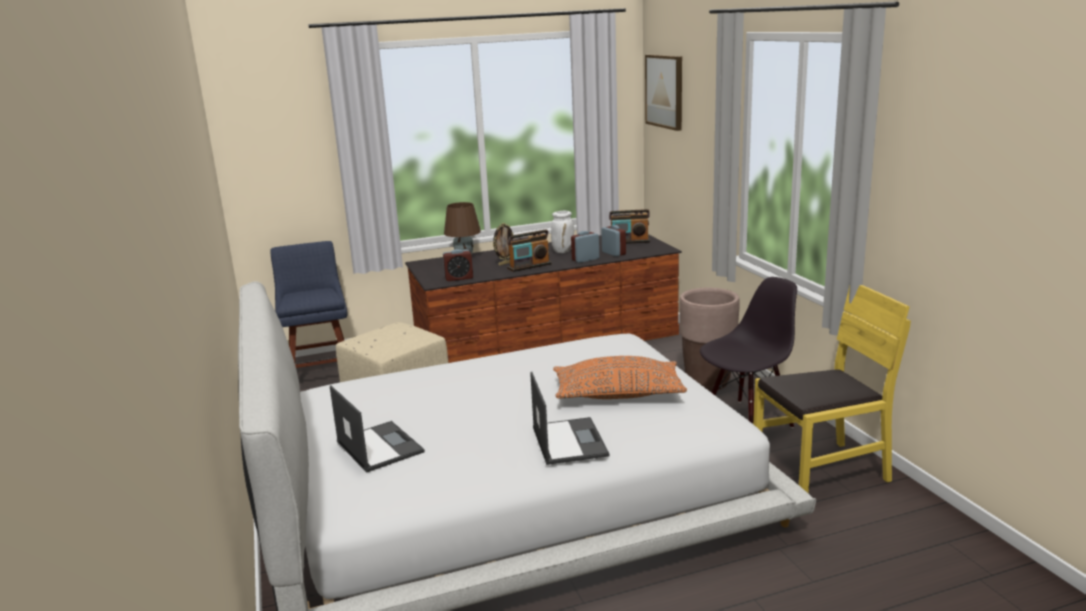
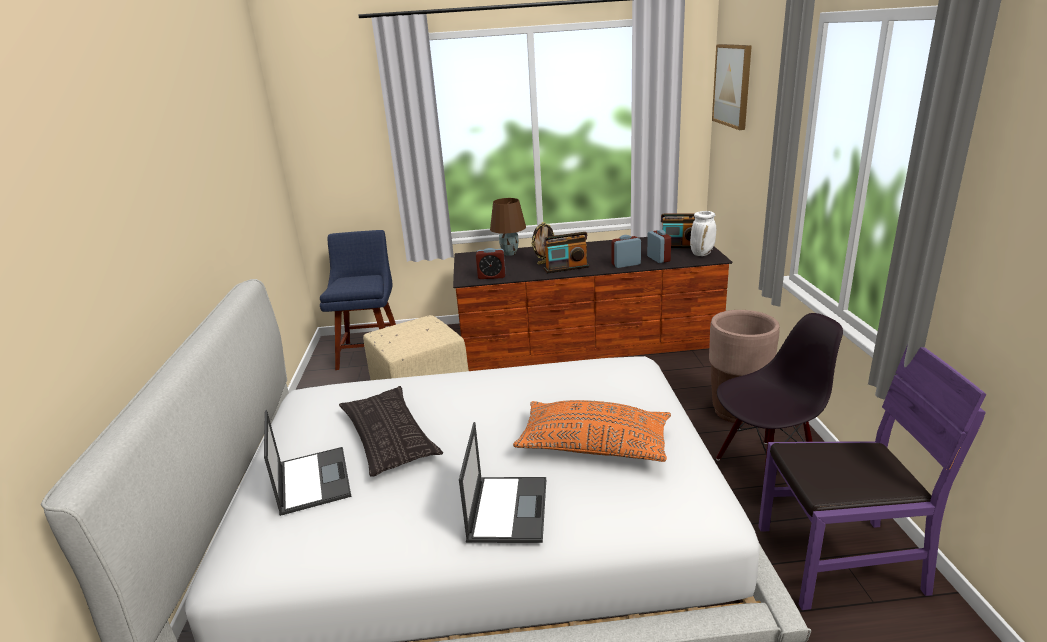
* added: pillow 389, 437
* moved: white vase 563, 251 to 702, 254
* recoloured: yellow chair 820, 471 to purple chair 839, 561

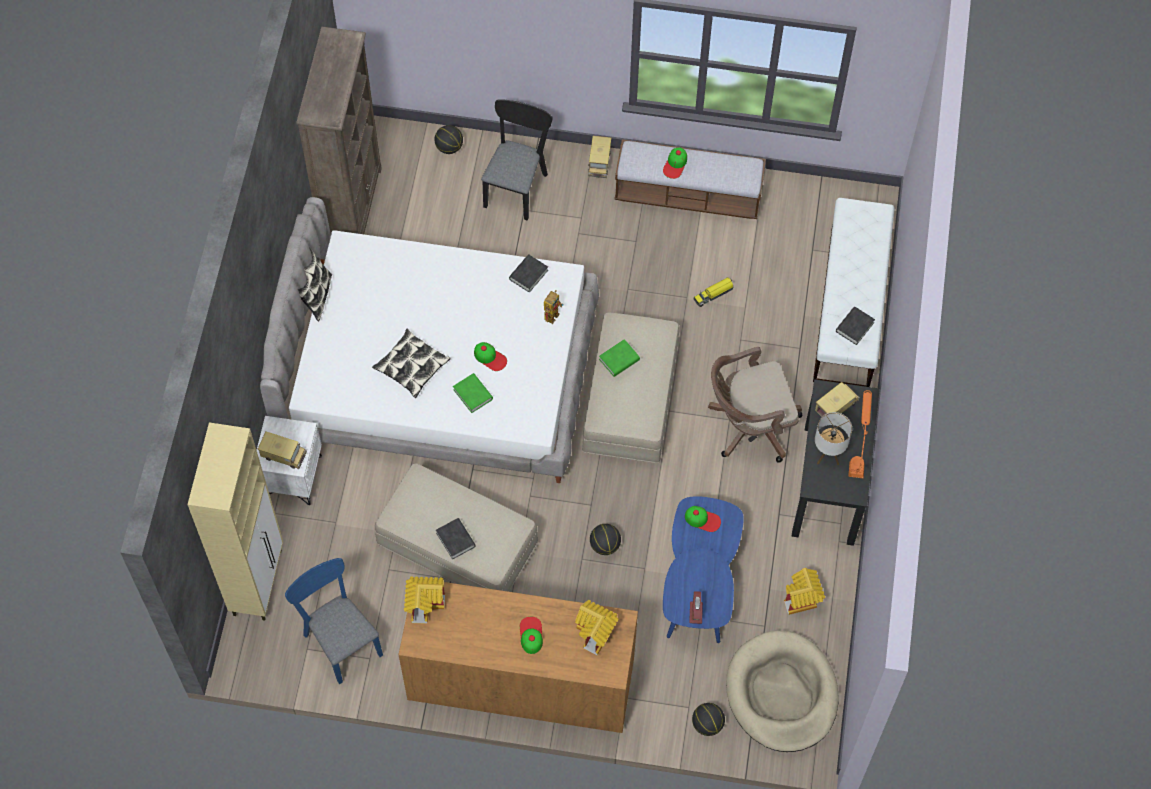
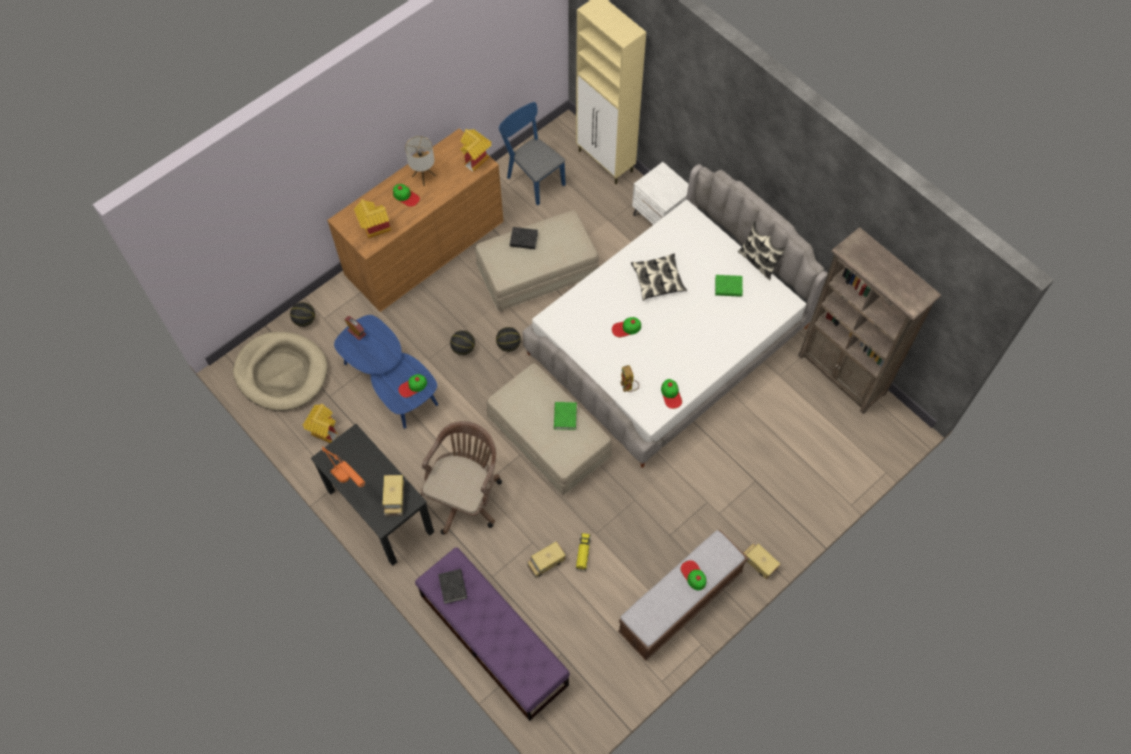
* moved: table lamp 828, 454 to 424, 176
* recoloured: white bench 849, 307 to purple bench 493, 639
* moved: basketball 449, 147 to 509, 345
* turned: blue chair 340, 639 = 533, 178 135 degrees counterclockwise
* moved: toy truck 283, 454 to 546, 562
* replaced: black book 528, 275 to cap 671, 394
* moved: green book 473, 394 to 728, 287
* removed: black chair 517, 185

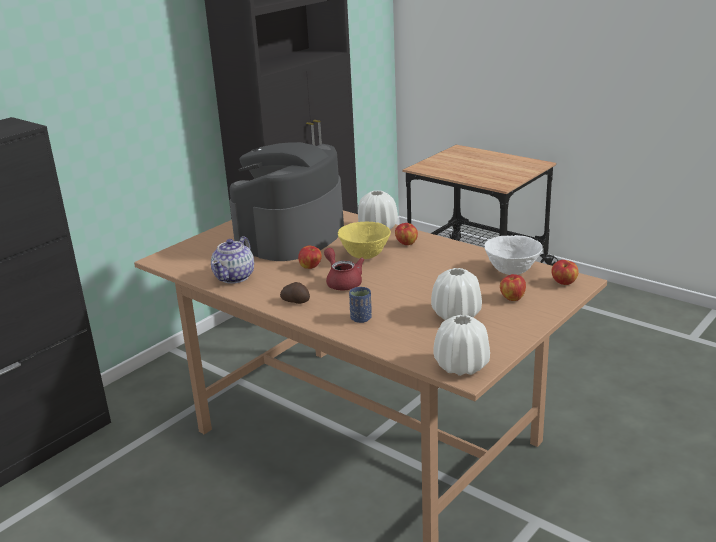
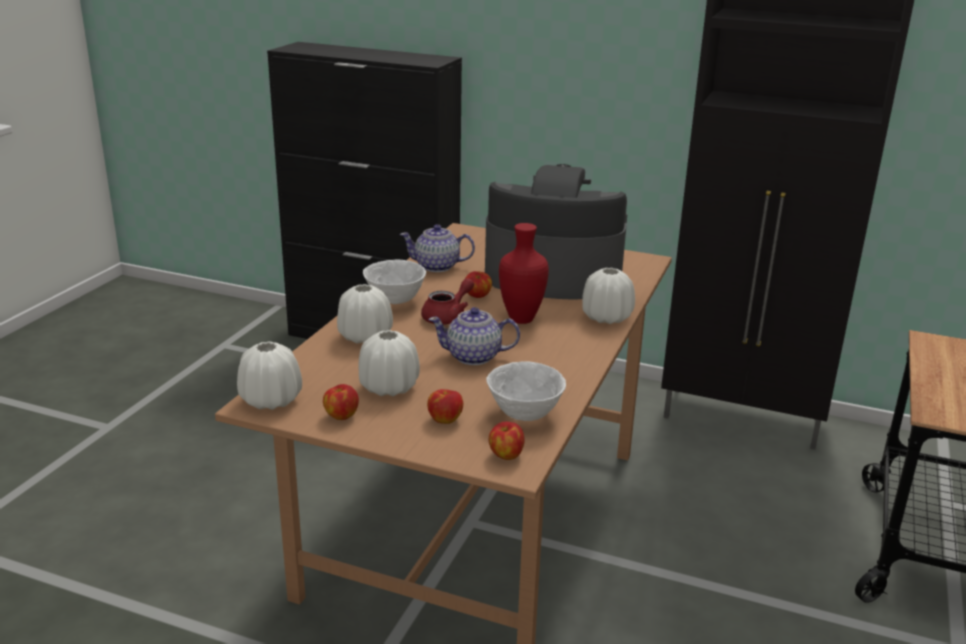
* moved: apple 406, 243 to 341, 416
* replaced: blue cup 361, 319 to white vase 365, 336
* replaced: potato 296, 301 to white bowl 395, 301
* added: teapot 474, 357
* replaced: yellow bowl 365, 255 to red vase 523, 320

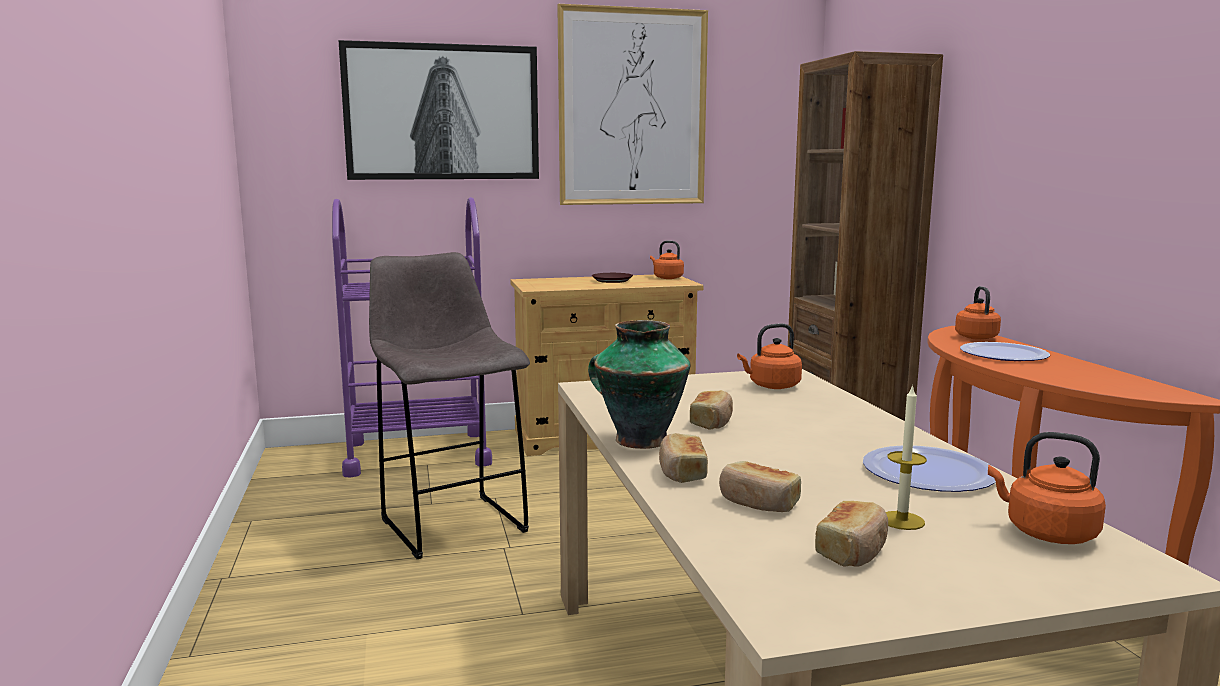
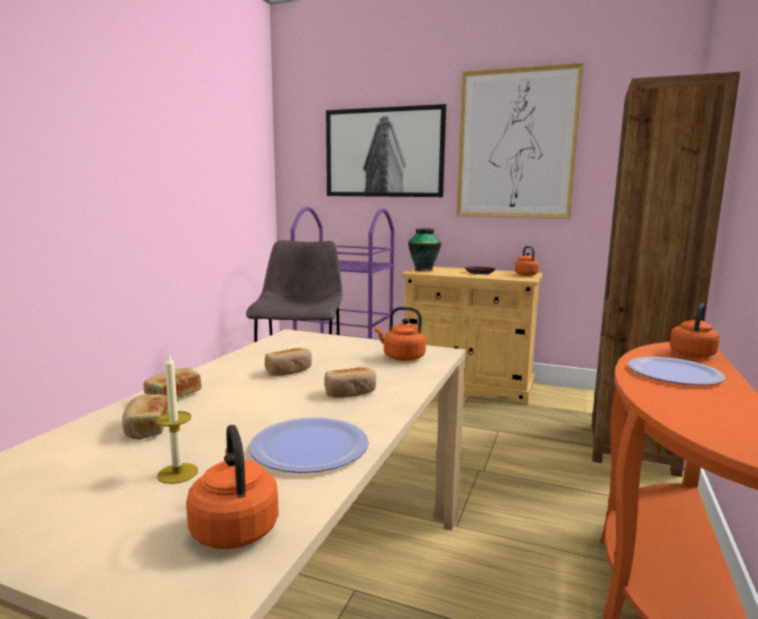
* moved: bread 853, 550 to 350, 393
* moved: vase 638, 440 to 423, 270

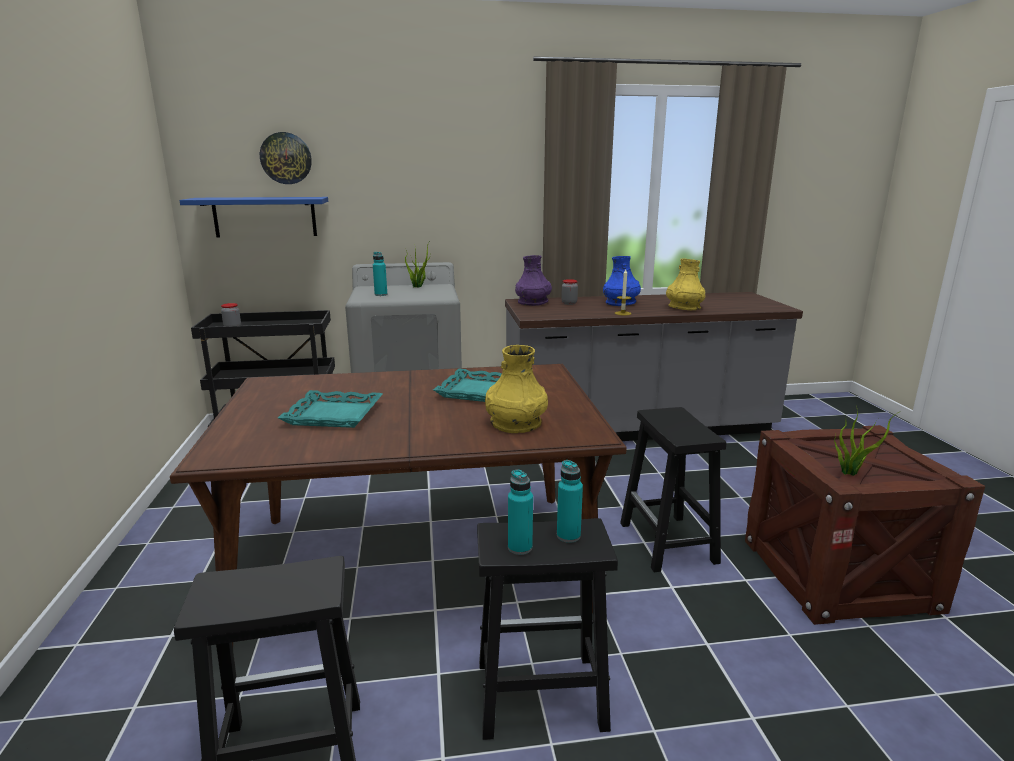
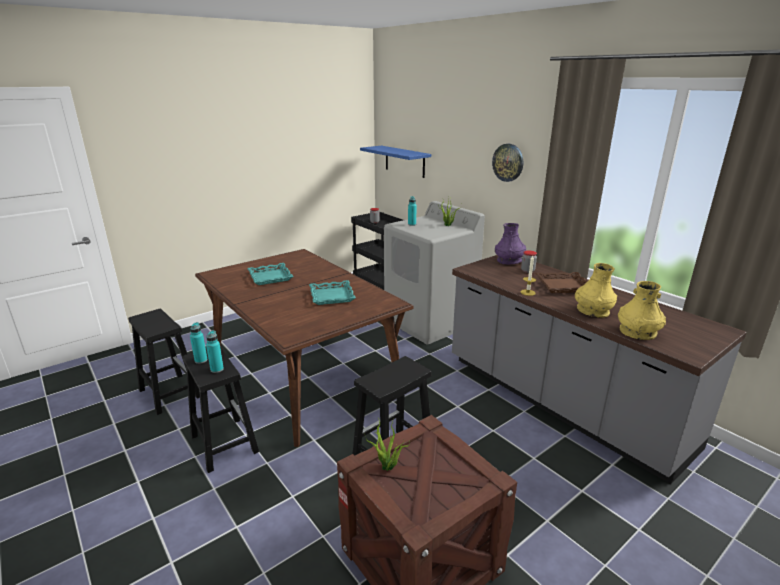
* moved: wall clock 286, 158 to 508, 162
* replaced: blue vase 620, 303 to brown tray 563, 286
* moved: yellow vase 515, 423 to 637, 331

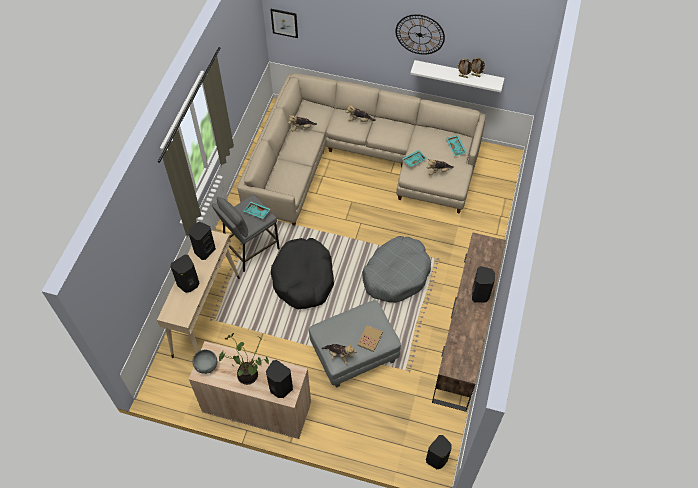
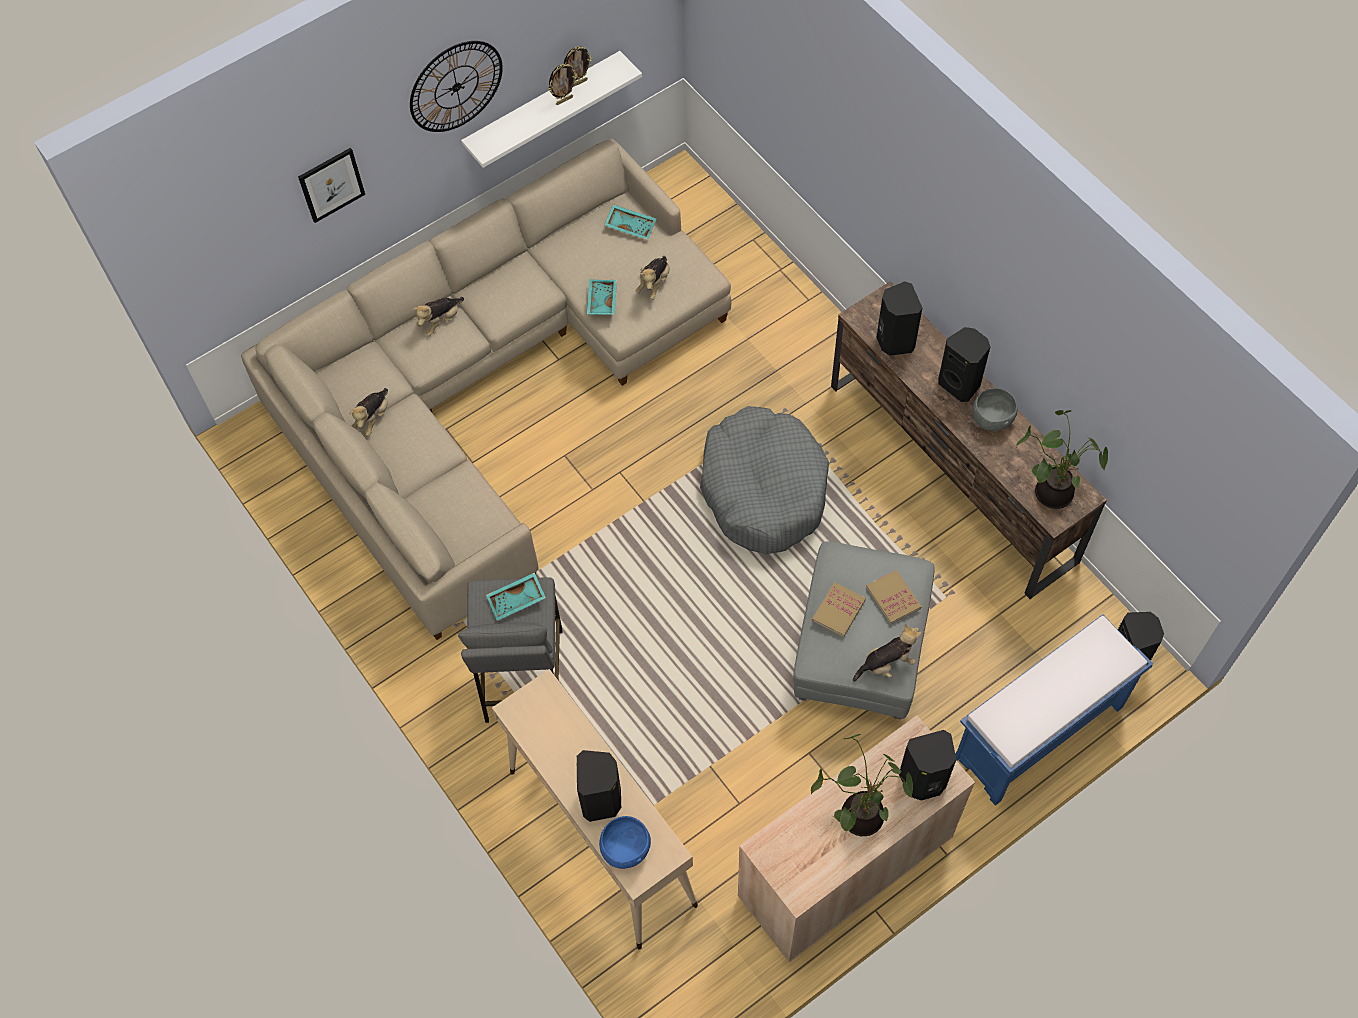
* moved: picture 284, 23 to 331, 184
* added: blue bowl 625, 849
* added: book 838, 610
* moved: black speaker 204, 250 to 894, 341
* added: blue bench 1037, 734
* moved: grey bowl 206, 365 to 991, 419
* added: potted plant 1052, 490
* removed: black dog bed 303, 279

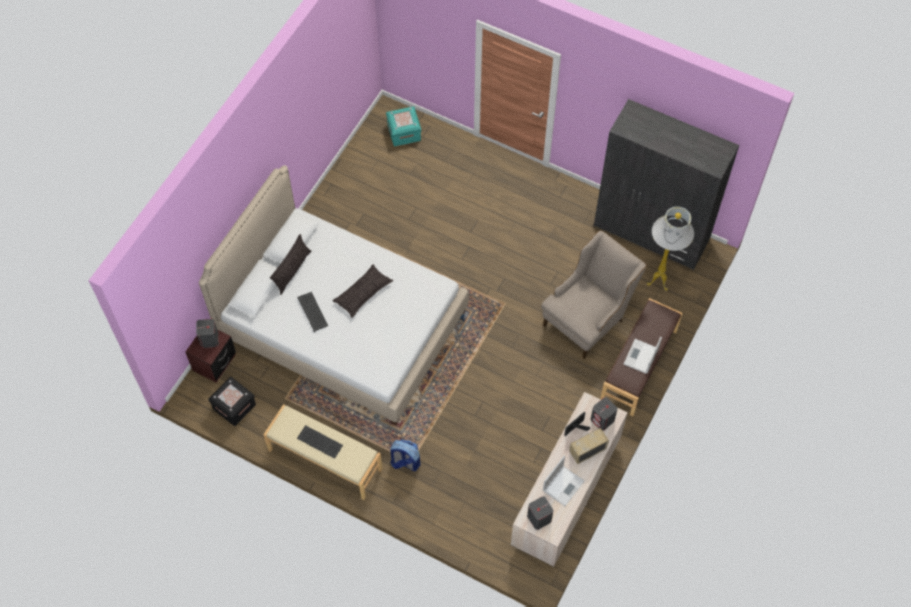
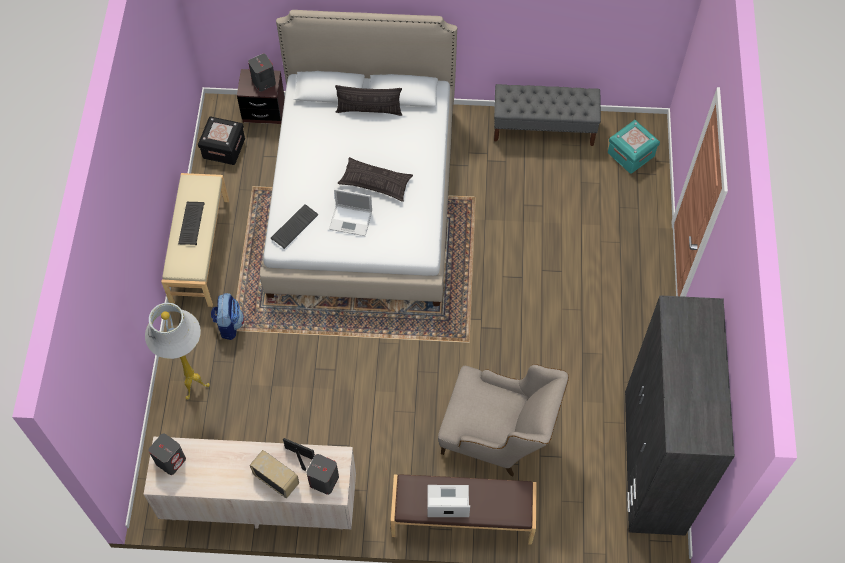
* moved: white floor lamp 659, 283 to 194, 388
* moved: keyboard 313, 312 to 294, 227
* moved: laptop 563, 485 to 351, 220
* added: grey bench 544, 128

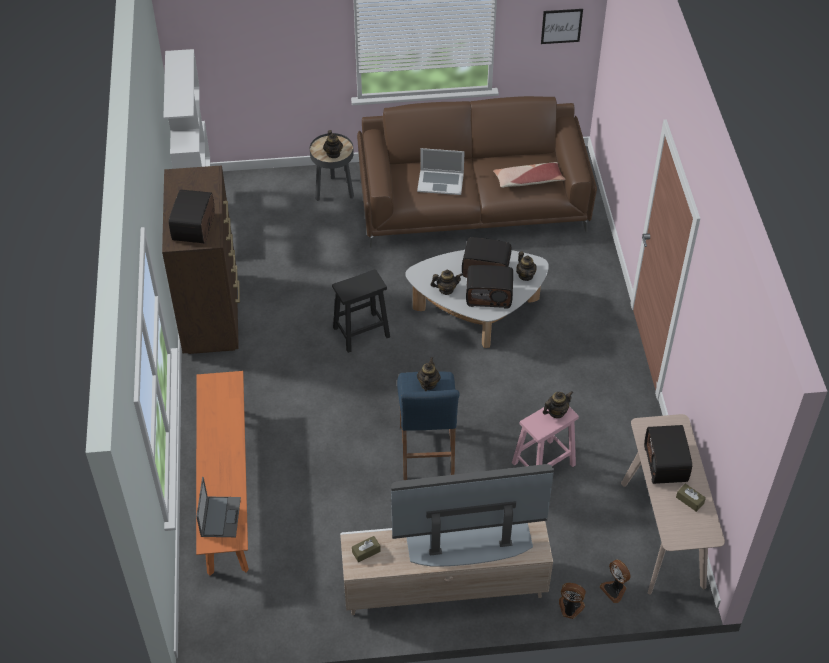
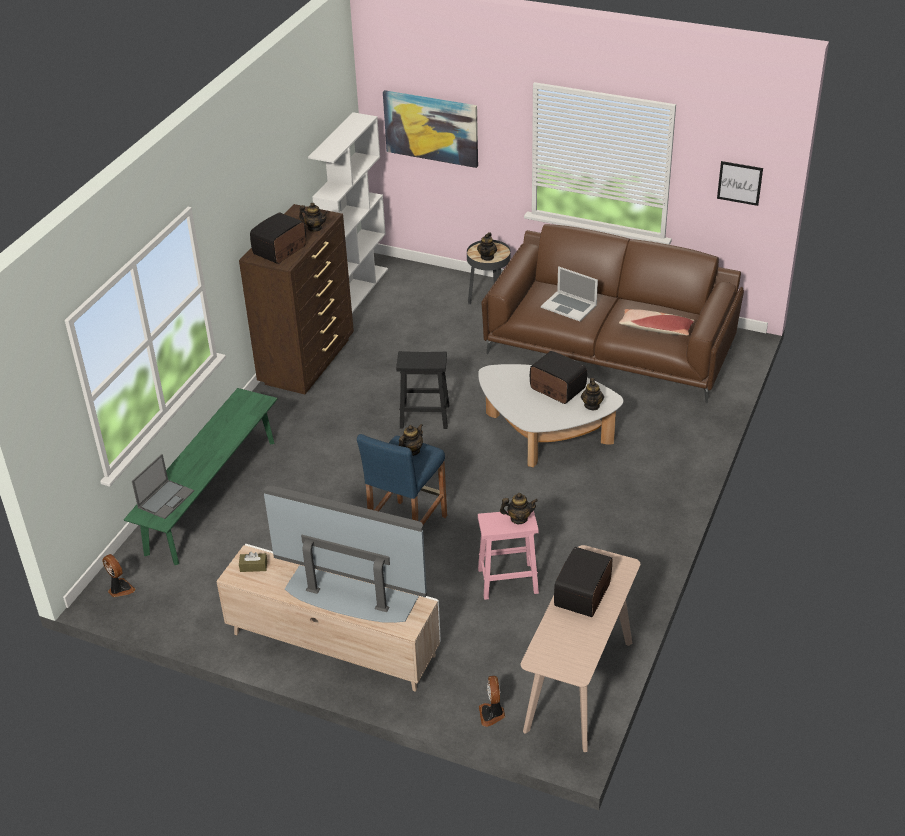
* moved: fan 570, 608 to 120, 589
* recoloured: orange bench 226, 489 to green bench 212, 496
* moved: teapot 446, 289 to 315, 228
* added: picture 431, 128
* removed: radio 489, 295
* removed: brown tissue box 689, 500

